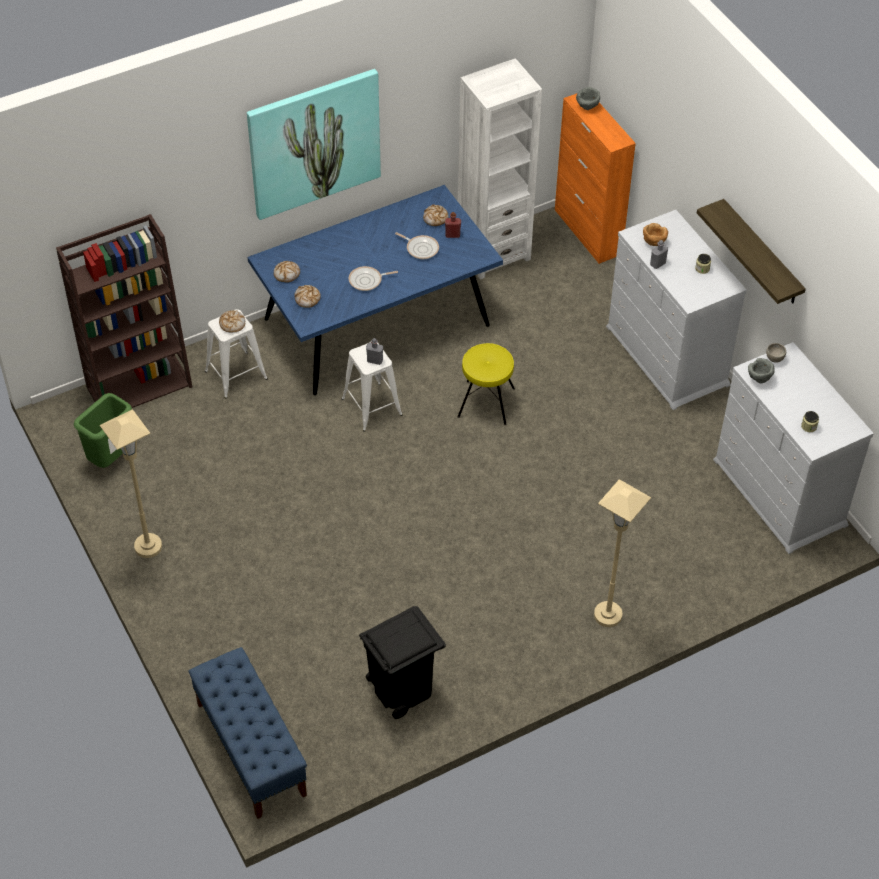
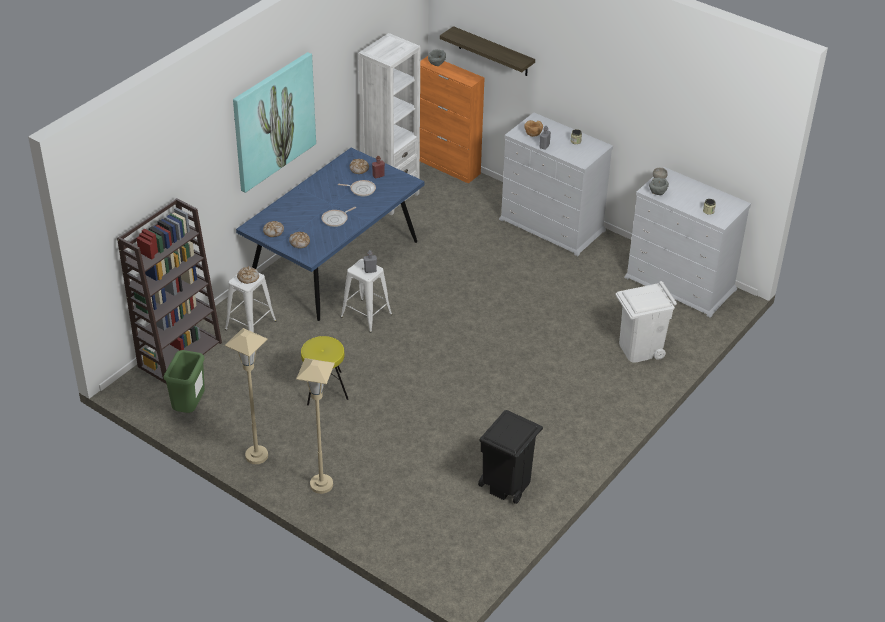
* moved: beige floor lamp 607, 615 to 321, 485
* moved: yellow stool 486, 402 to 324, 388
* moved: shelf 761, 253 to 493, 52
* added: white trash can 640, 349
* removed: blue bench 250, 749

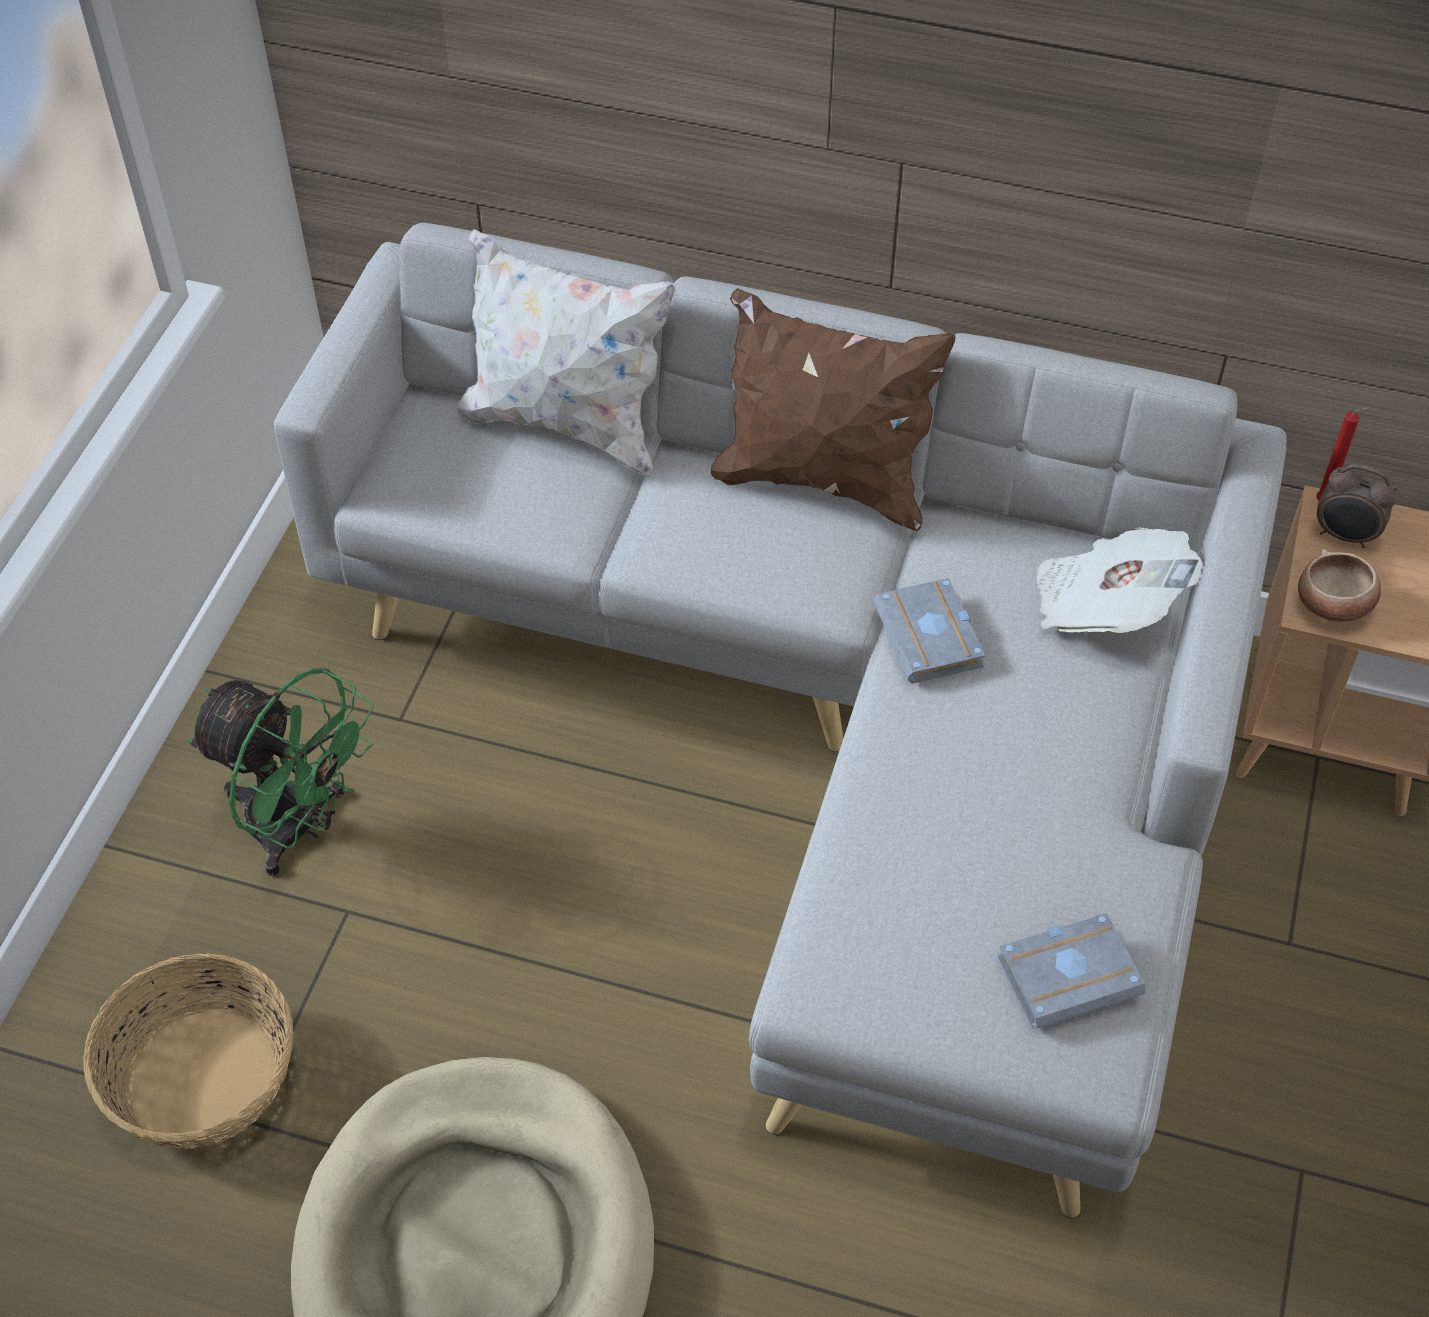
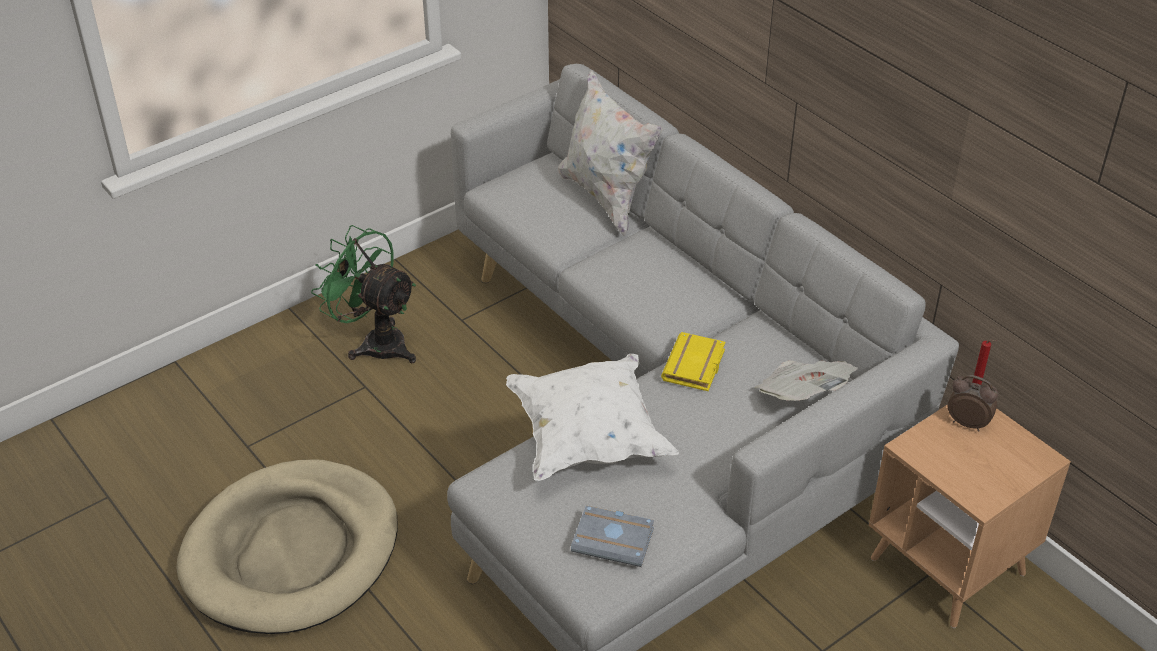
* turned: green fan 299, 828 = 375, 342 150 degrees clockwise
* added: white pillow 588, 438
* recoloured: grey book 932, 638 to yellow book 695, 367
* turned: alarm clock 1344, 536 = 967, 422 150 degrees clockwise
* removed: basket 202, 1076
* removed: brown pillow 823, 481
* removed: bowl 1333, 606

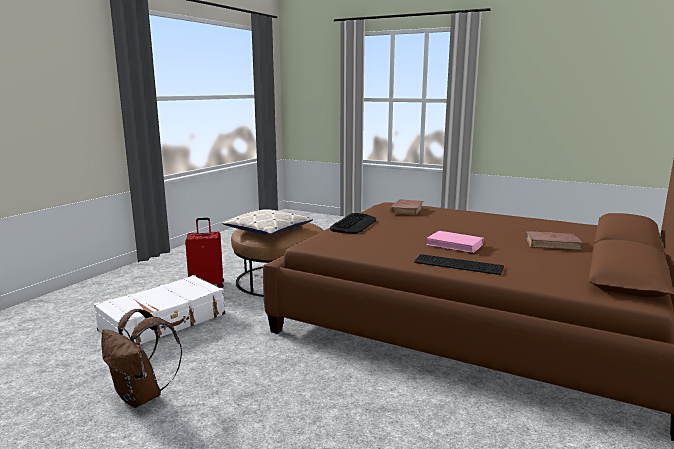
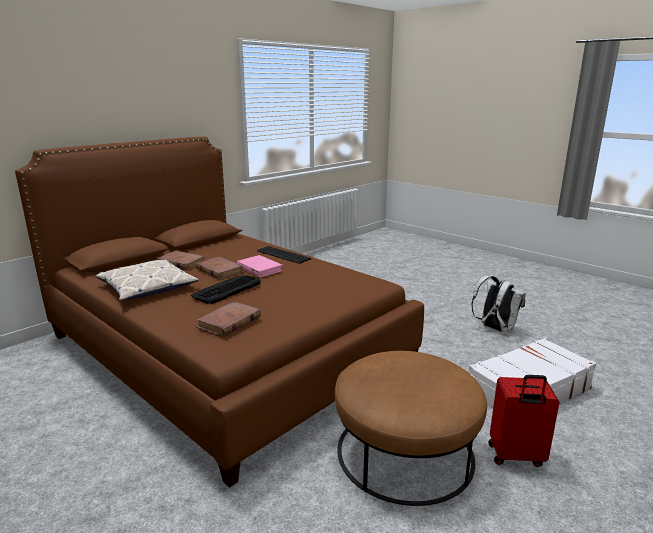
* moved: pillow 268, 229 to 147, 287
* moved: keyboard 354, 224 to 226, 289
* added: brown book 219, 270
* recoloured: brown backpack 142, 396 to white backpack 494, 328

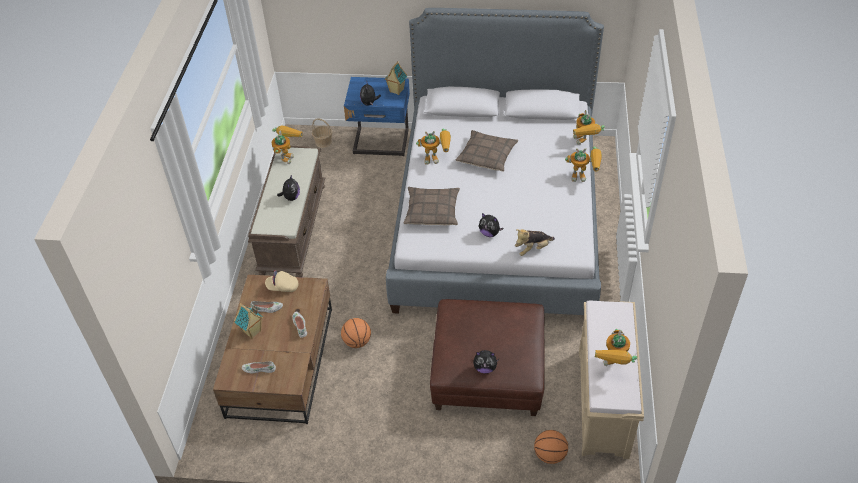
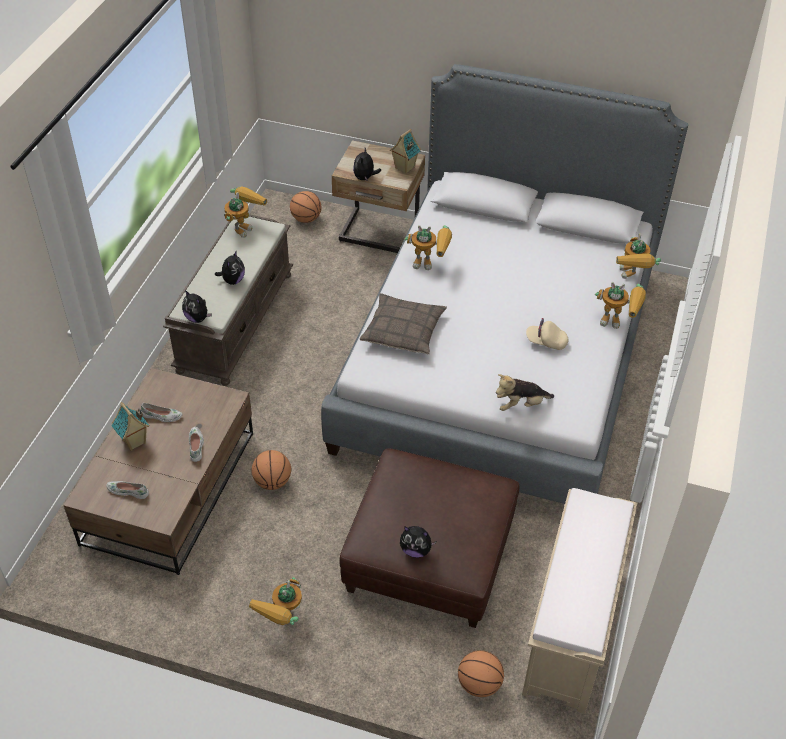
* moved: plush toy 489, 233 to 197, 318
* moved: toy robot 613, 366 to 283, 622
* replaced: basket 323, 142 to basketball 306, 219
* recoloured: blue nightstand 381, 143 to beige nightstand 378, 233
* moved: beige cap 282, 287 to 546, 342
* removed: pillow 487, 156

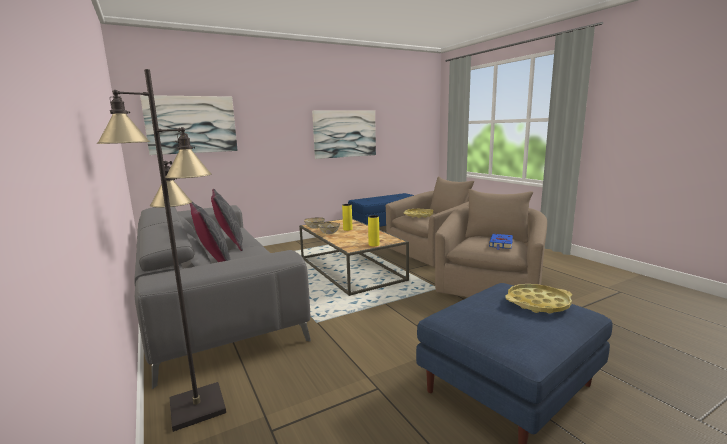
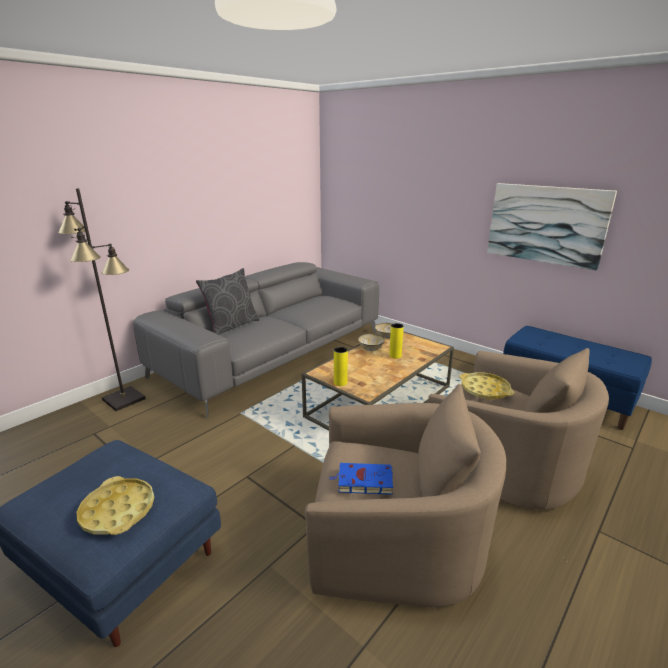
* removed: picture 191, 124
* removed: grey pillow 230, 244

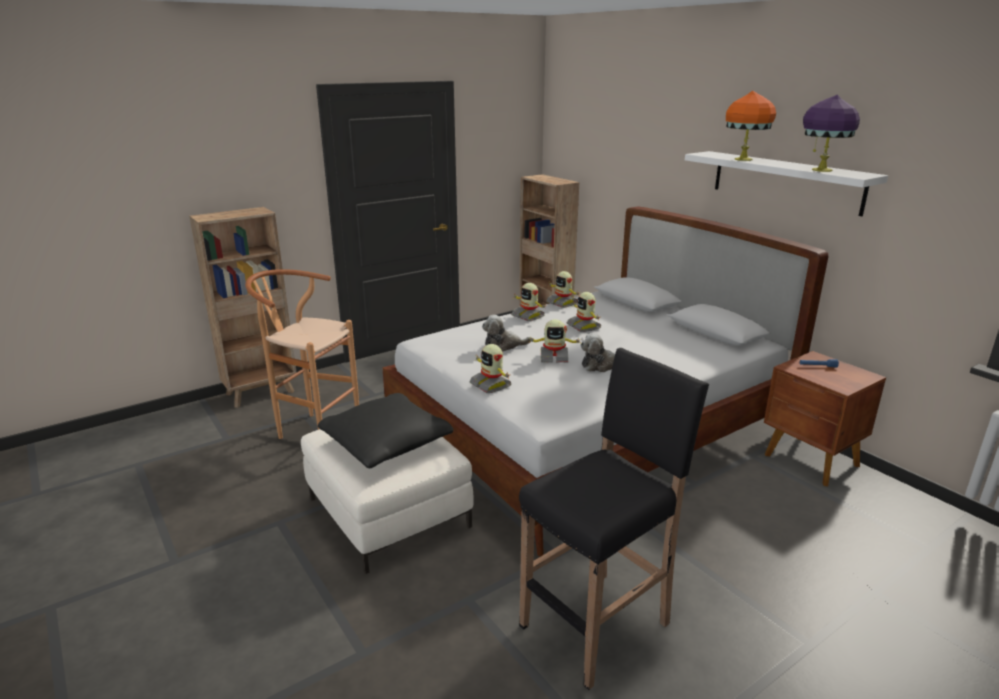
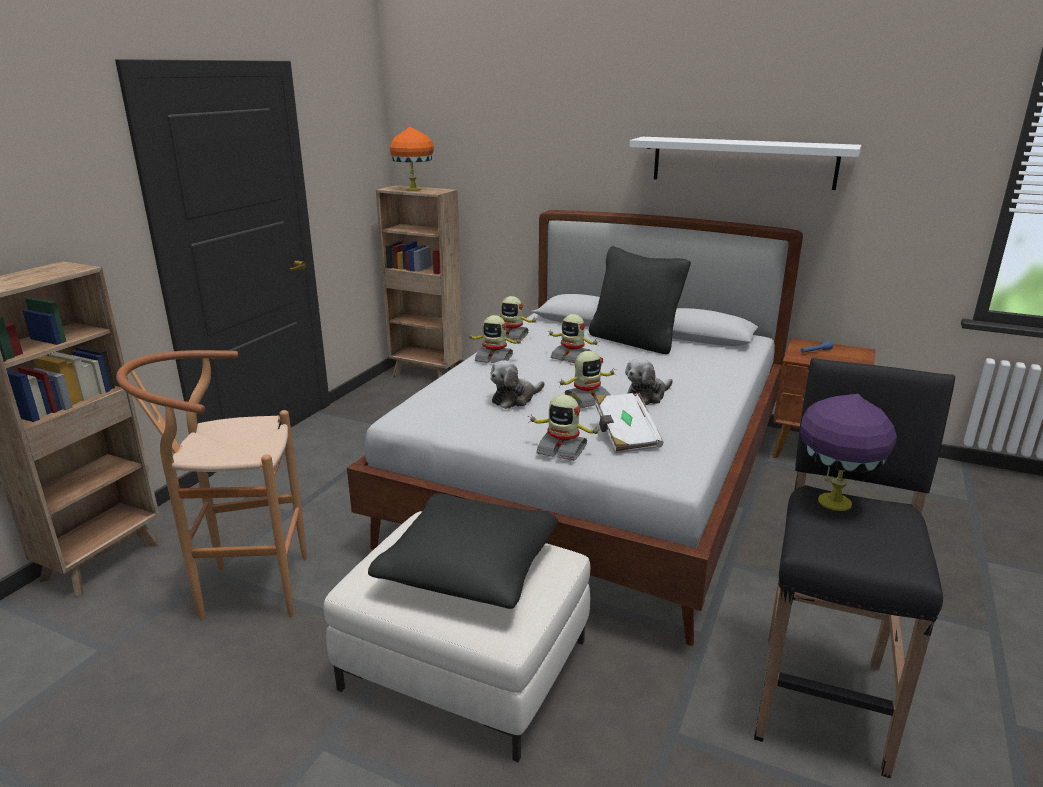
* moved: orange table lamp 744, 159 to 414, 189
* added: black pillow 634, 341
* added: white book 625, 436
* moved: purple table lamp 821, 170 to 832, 501

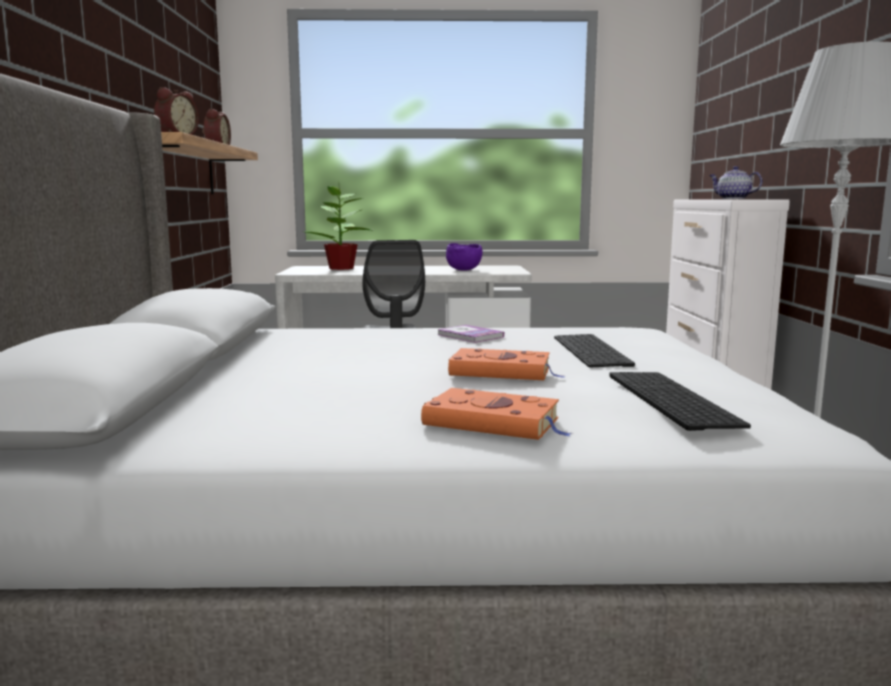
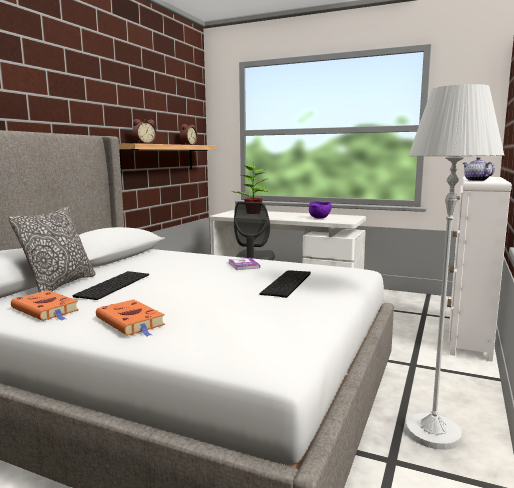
* added: pillow 60, 285
* moved: orange book 503, 372 to 46, 310
* moved: keyboard 666, 398 to 113, 284

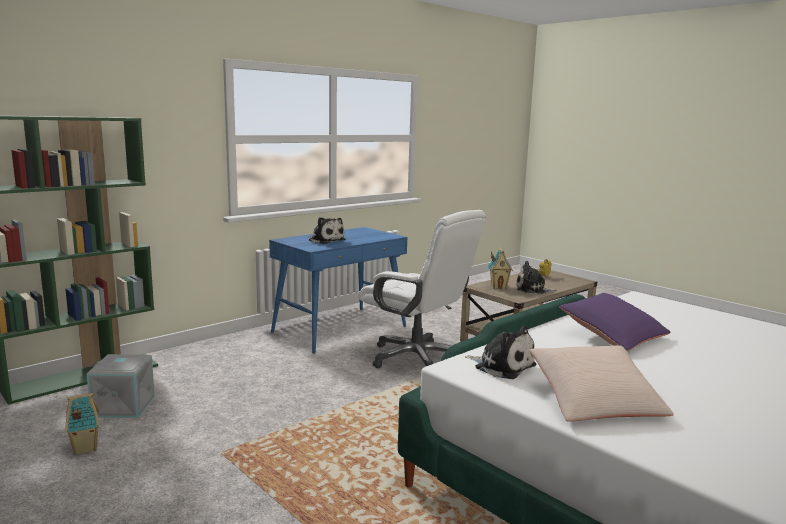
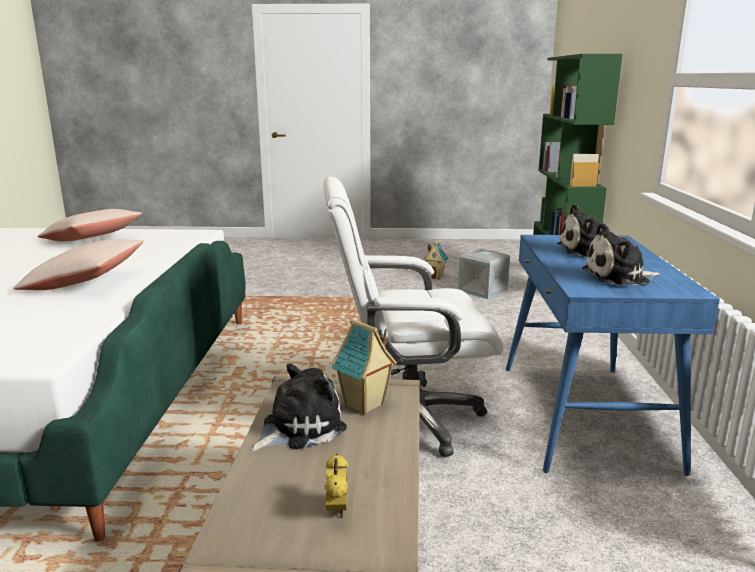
* recoloured: purple pillow 612, 335 to beige pillow 85, 281
* moved: plush toy 502, 366 to 619, 277

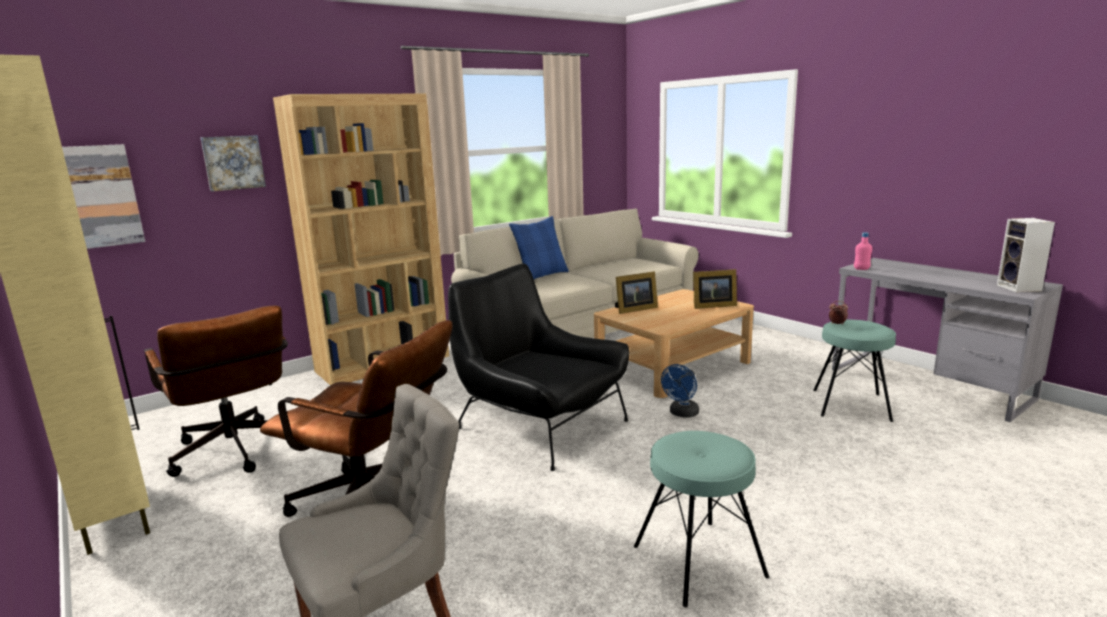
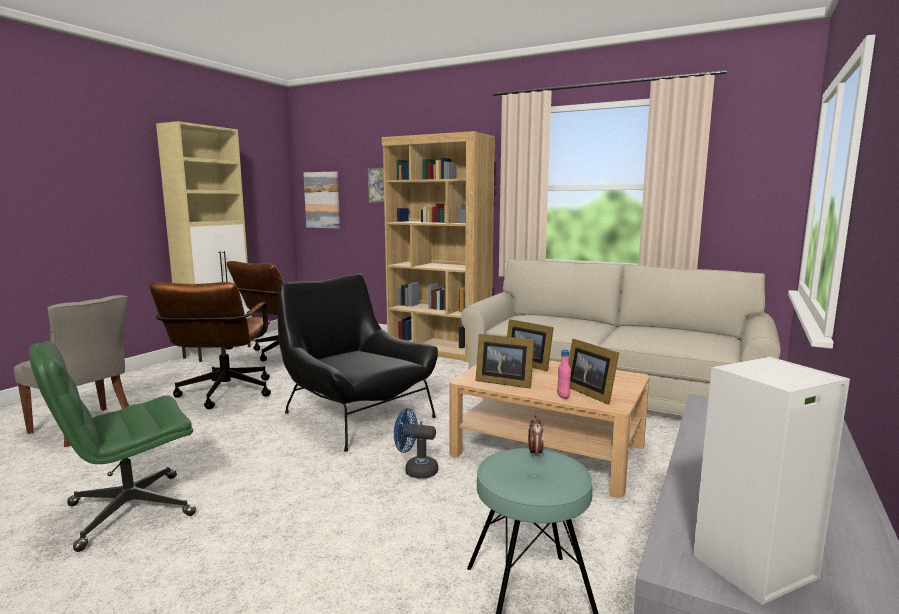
* replaced: turquoise stool 698, 561 to green office chair 129, 511
* turned: black armchair 540, 425 = 357, 415 60 degrees counterclockwise
* added: picture frame 503, 382
* moved: pink bottle 861, 269 to 563, 396
* removed: blue pillow 541, 276

